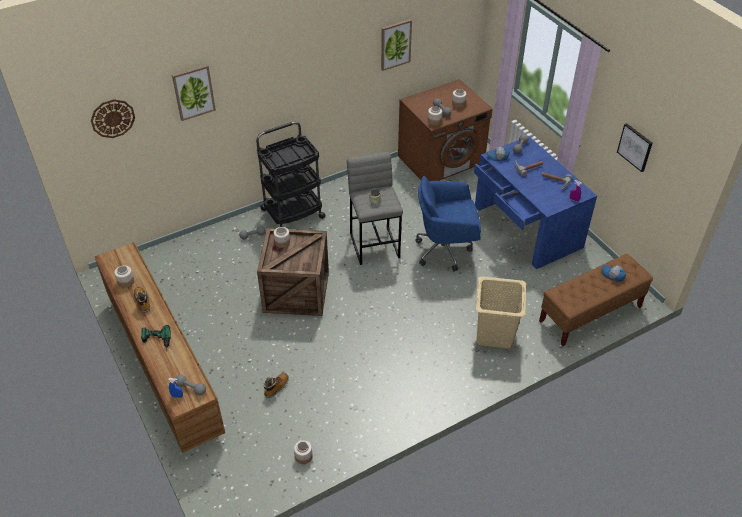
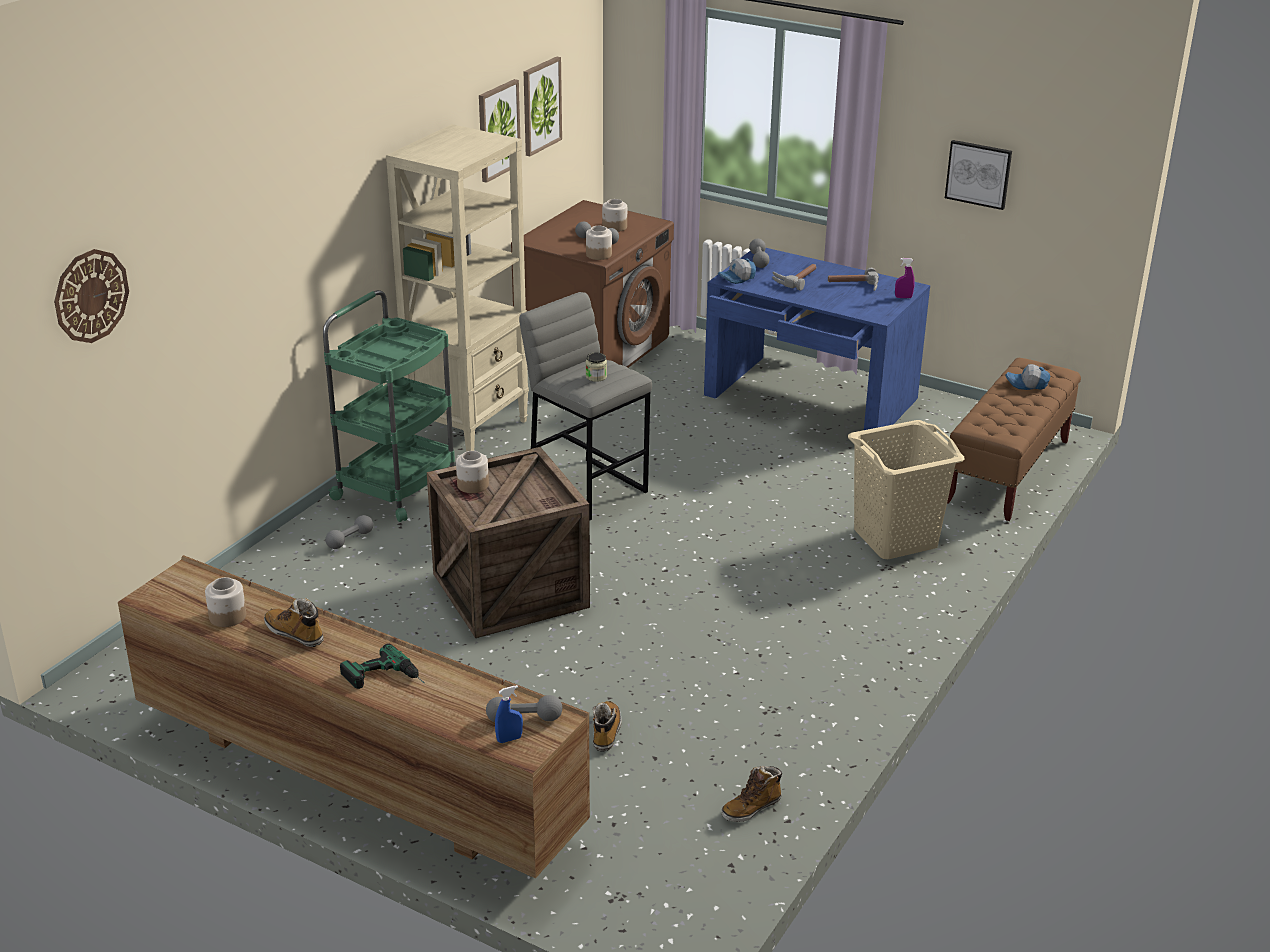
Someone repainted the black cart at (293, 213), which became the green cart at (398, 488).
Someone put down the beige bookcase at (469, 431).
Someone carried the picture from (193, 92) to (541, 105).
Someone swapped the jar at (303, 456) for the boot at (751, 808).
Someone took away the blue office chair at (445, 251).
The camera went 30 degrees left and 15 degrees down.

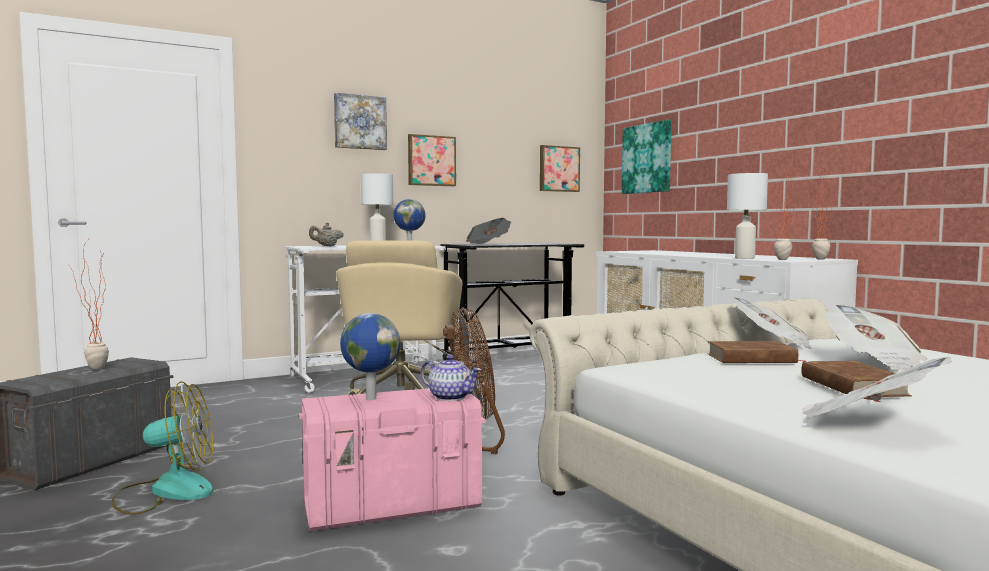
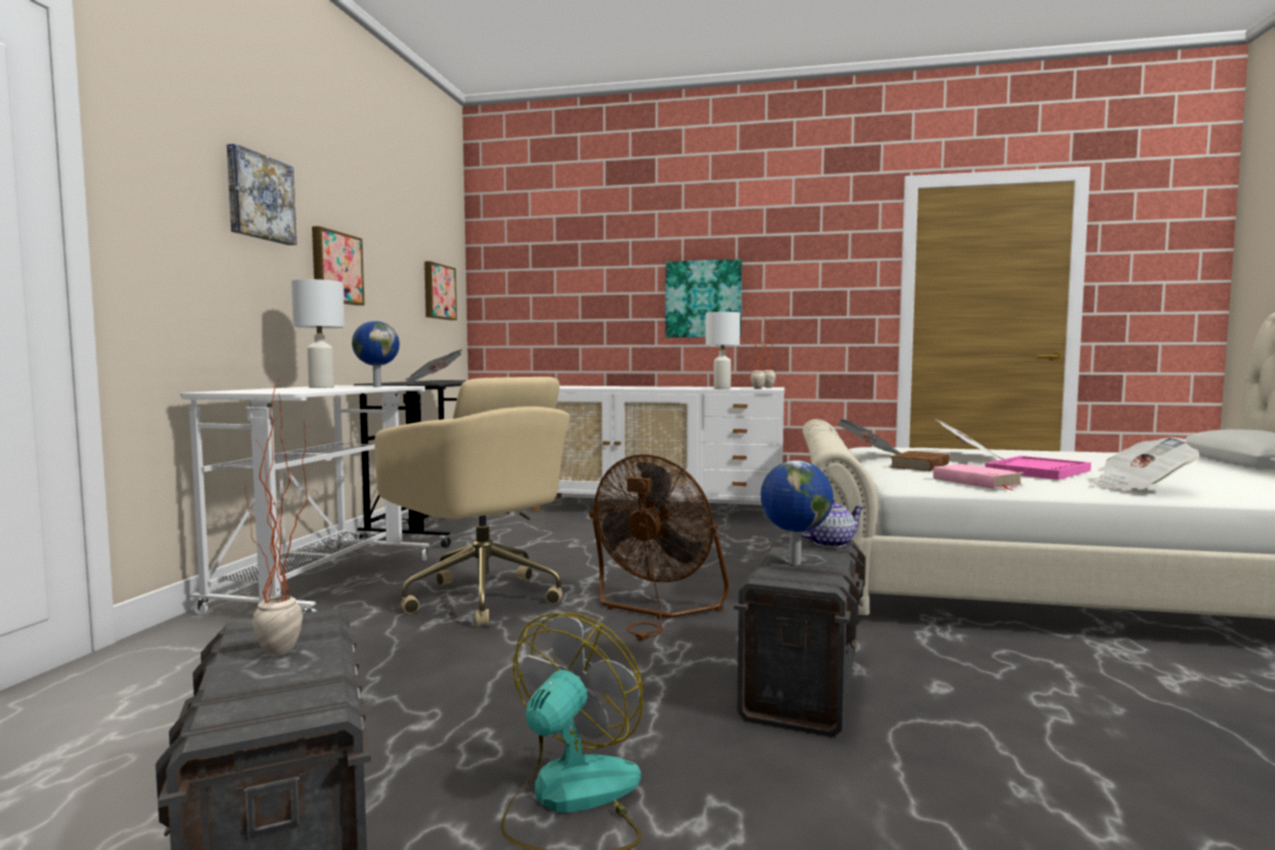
Someone carried the picture from (647, 158) to (703, 299).
Someone repainted the pink storage box at (392, 505), which became the grey storage box at (803, 682).
Someone put down the pink book at (977, 482).
Someone swapped the brown book at (852, 386) for the pink tray at (1038, 471).
Someone took away the beige teapot at (326, 246).
The camera went 50 degrees left and 0 degrees up.

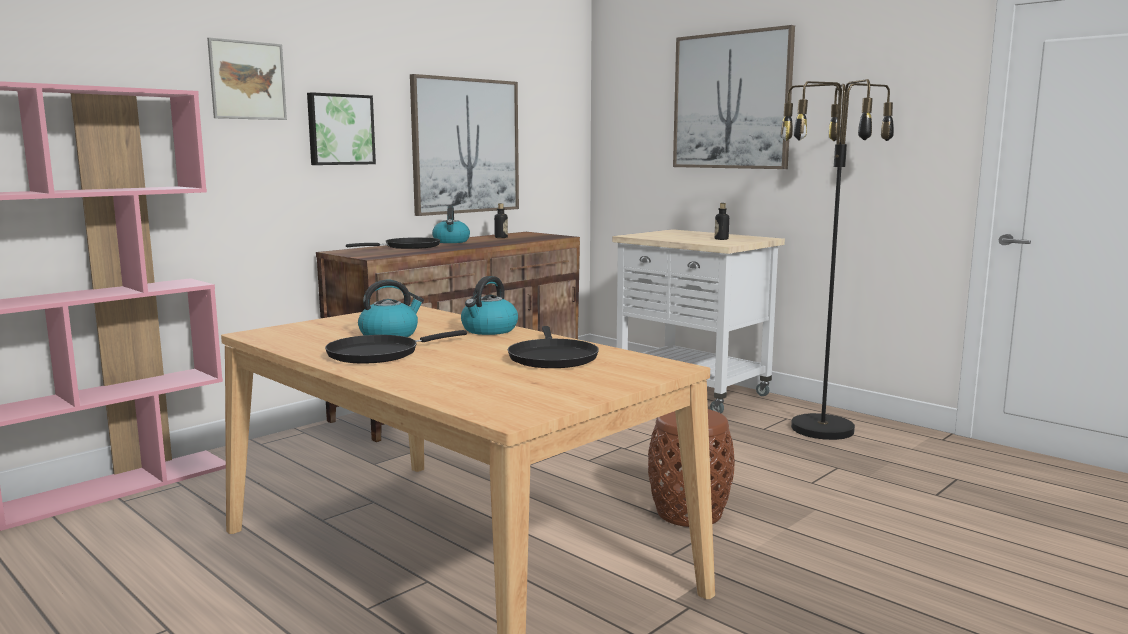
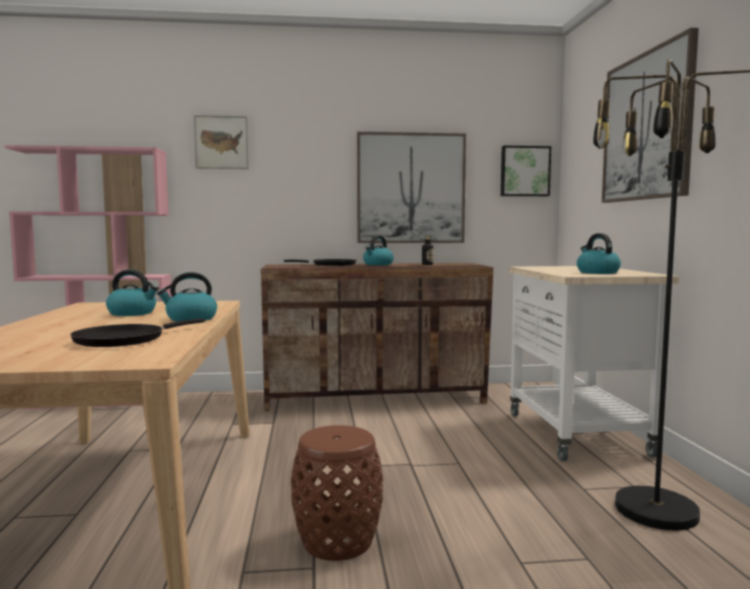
Someone carried the picture from (340, 129) to (524, 171).
Someone swapped the bottle at (721, 239) for the kettle at (597, 272).
Someone took away the black frying pan at (379, 354).
The camera went 40 degrees right and 5 degrees down.

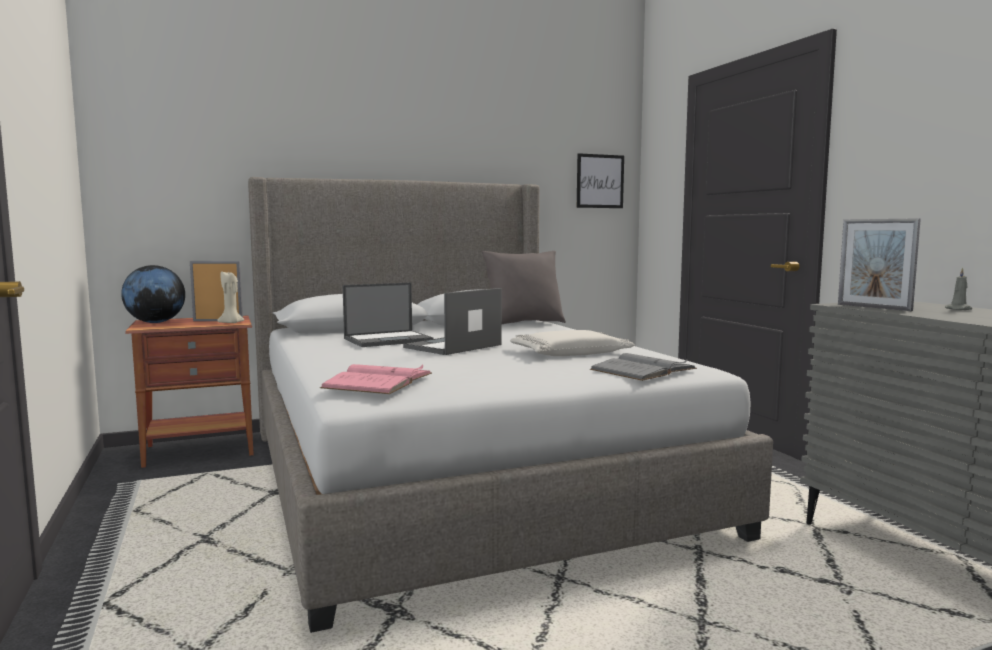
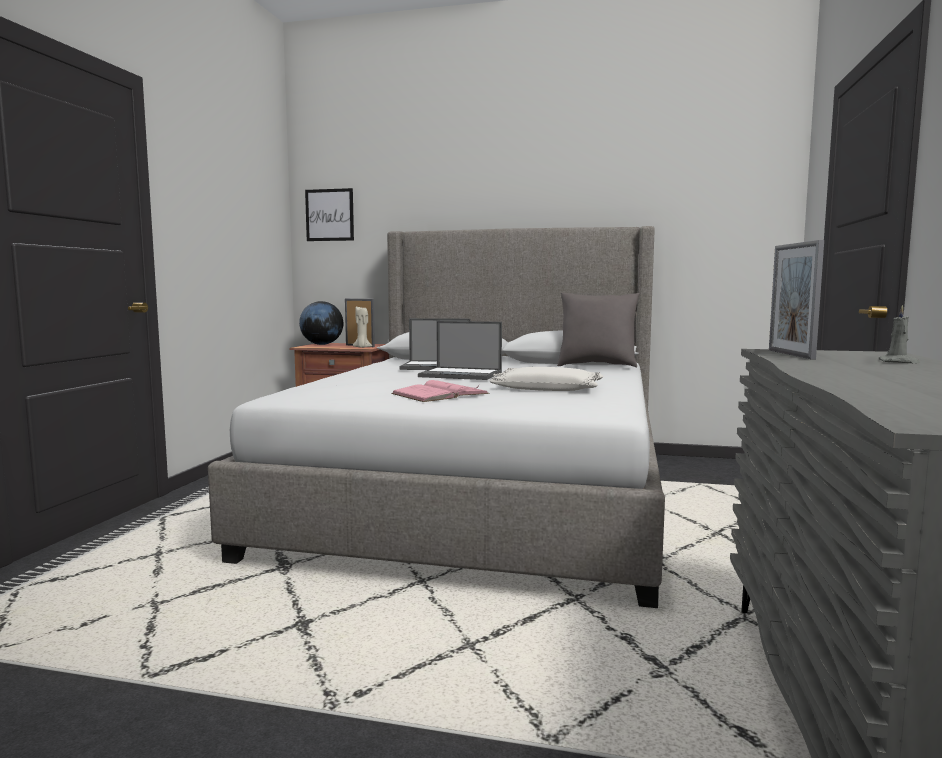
Someone carried the picture from (600, 181) to (329, 215).
Someone carried the pink book from (378, 380) to (440, 394).
Someone rotated the laptop at (452, 346) by 150 degrees counterclockwise.
Someone took away the grey book at (643, 369).
The camera went 35 degrees right and 0 degrees up.

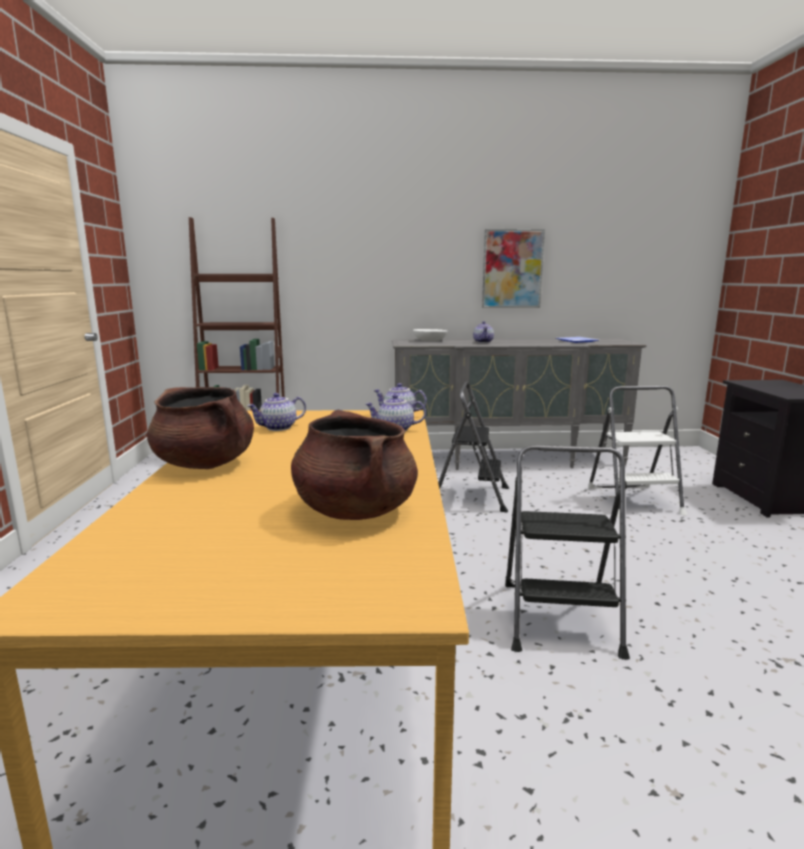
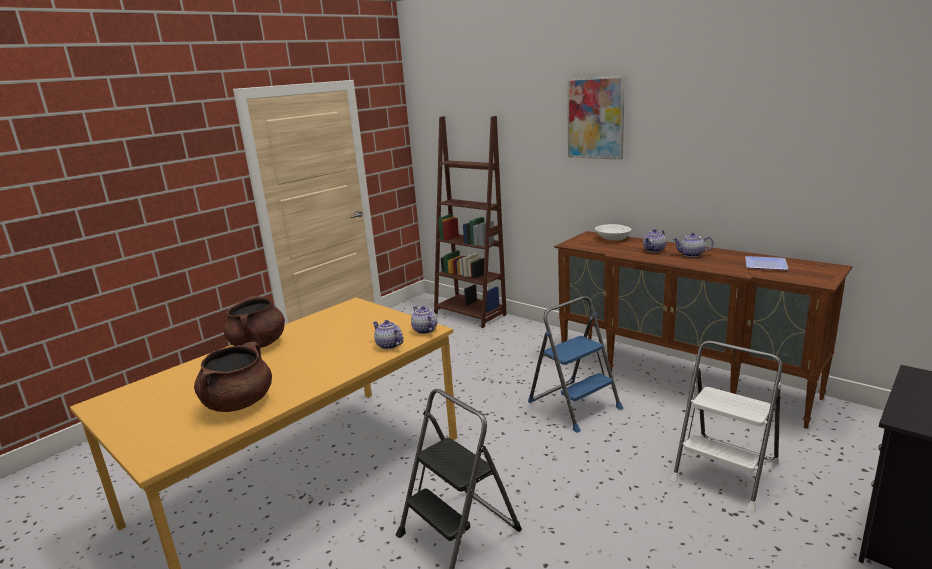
Someone repainted the black step ladder at (467, 495), which became the blue step ladder at (572, 403).
Someone repainted the grey cabinet at (508, 459), which became the brown cabinet at (680, 376).
Someone carried the picture from (512, 269) to (595, 118).
Someone carried the teapot from (278, 428) to (691, 255).
The camera went 45 degrees right and 5 degrees up.

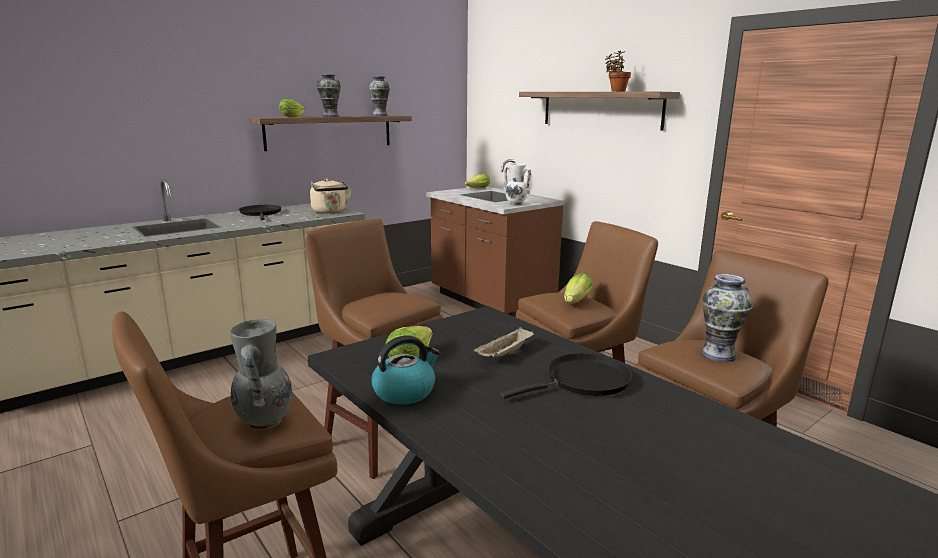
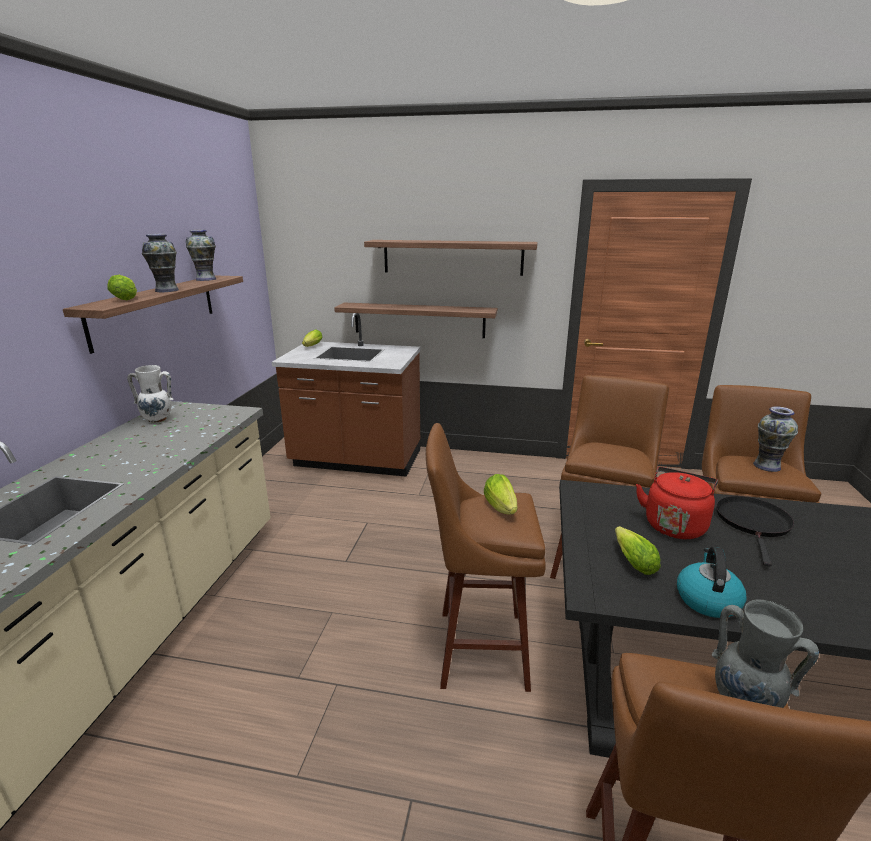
Someone carried the white vase from (516, 204) to (158, 420).
Someone put up the shelf at (419, 320).
Someone carried the lettuce from (575, 303) to (502, 508).
Someone swapped the beige tray at (505, 355) for the red kettle at (674, 524).
Someone took away the black frying pan at (261, 213).
Someone took away the beige kettle at (330, 212).
Someone took away the potted plant at (616, 91).
The camera went 40 degrees left and 5 degrees up.

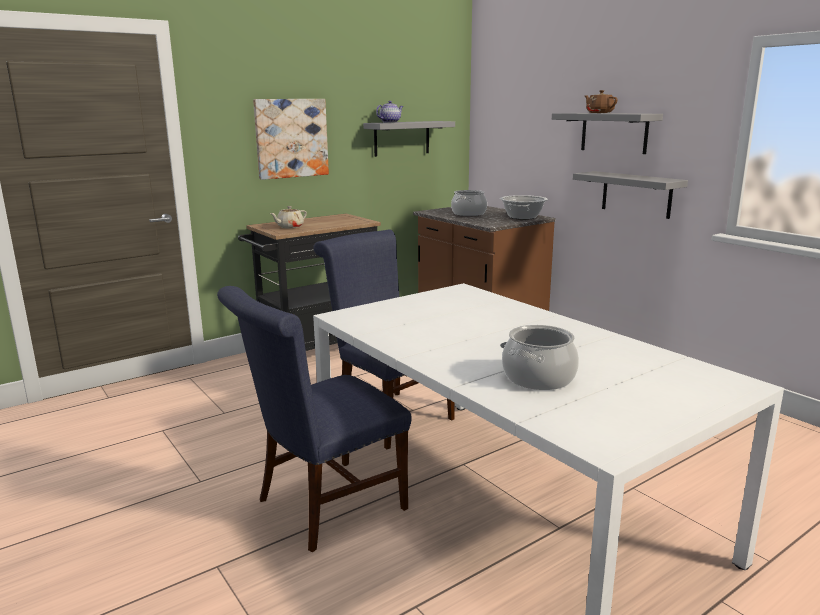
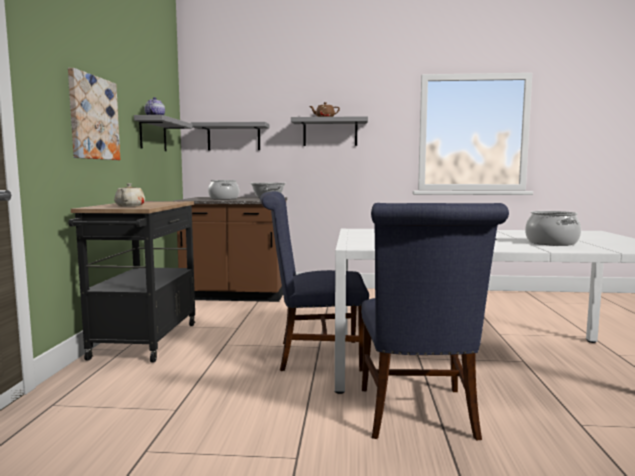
Someone carried the grey shelf from (636, 194) to (233, 137).
The camera went 50 degrees left and 10 degrees down.

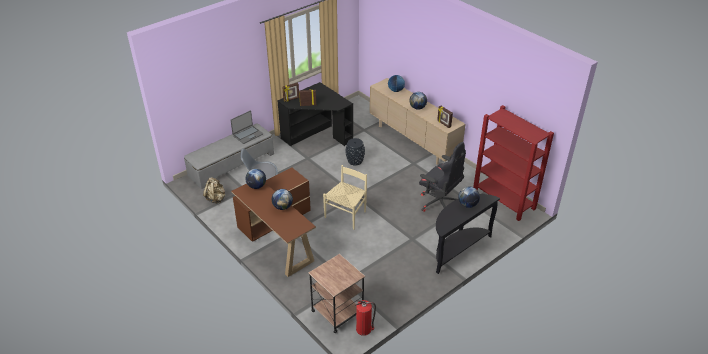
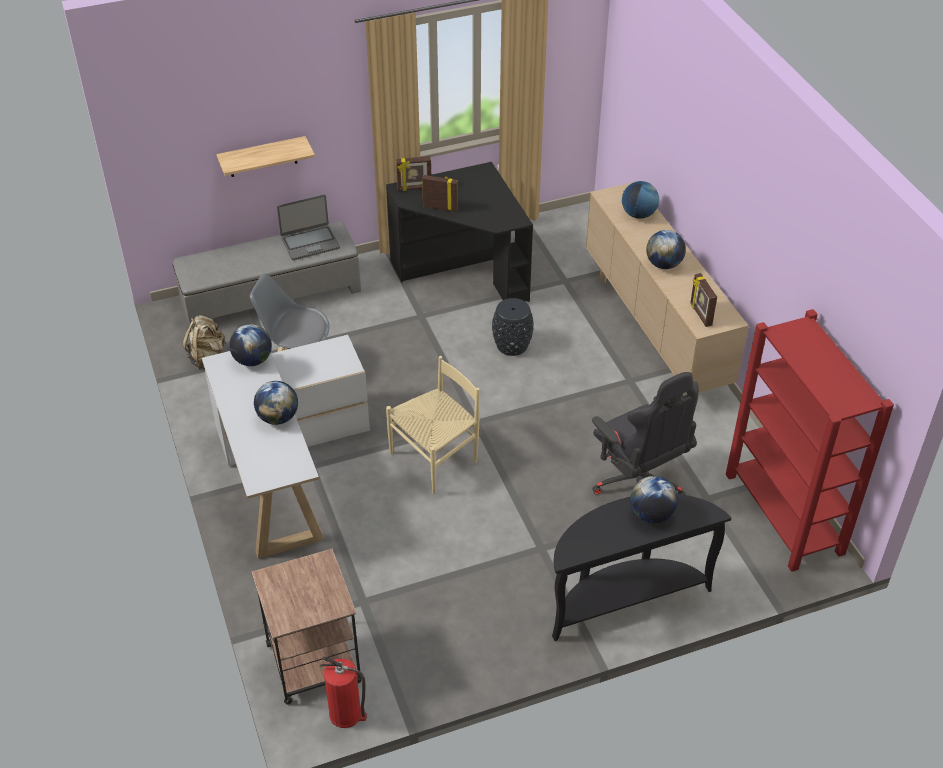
Someone repainted the brown desk at (279, 235), which became the white desk at (285, 466).
Someone put up the shelf at (262, 157).
The camera went 20 degrees right and 5 degrees up.

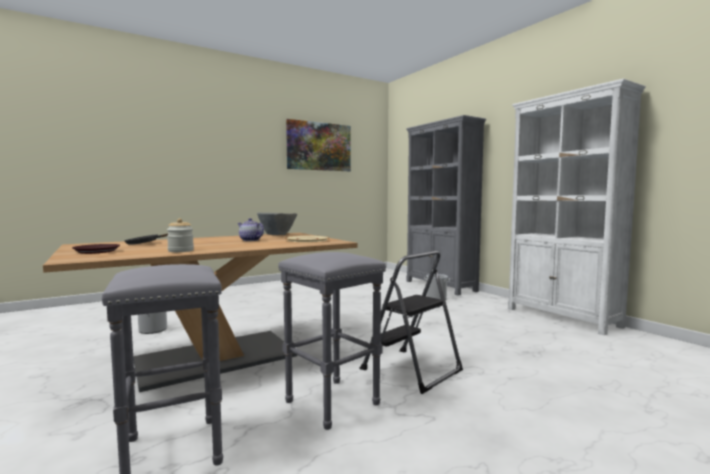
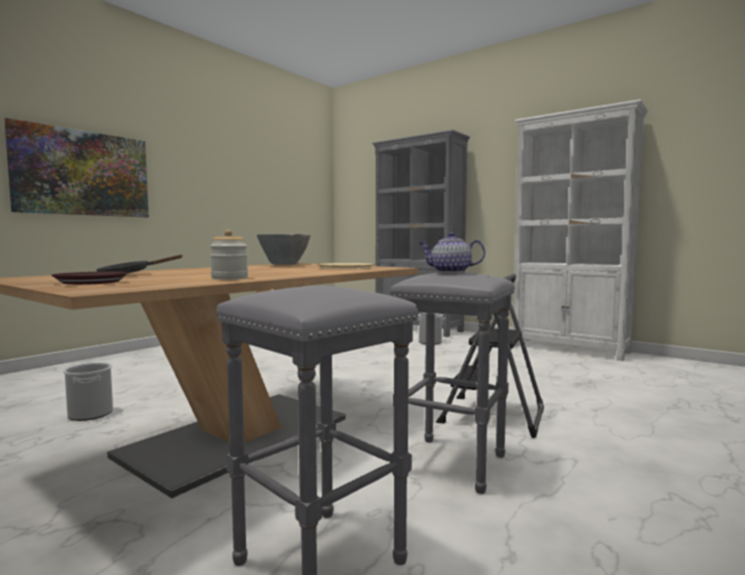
Someone carried the picture from (319, 146) to (83, 173).
Someone carried the teapot from (250, 240) to (450, 272).
The camera went 20 degrees left and 0 degrees up.

